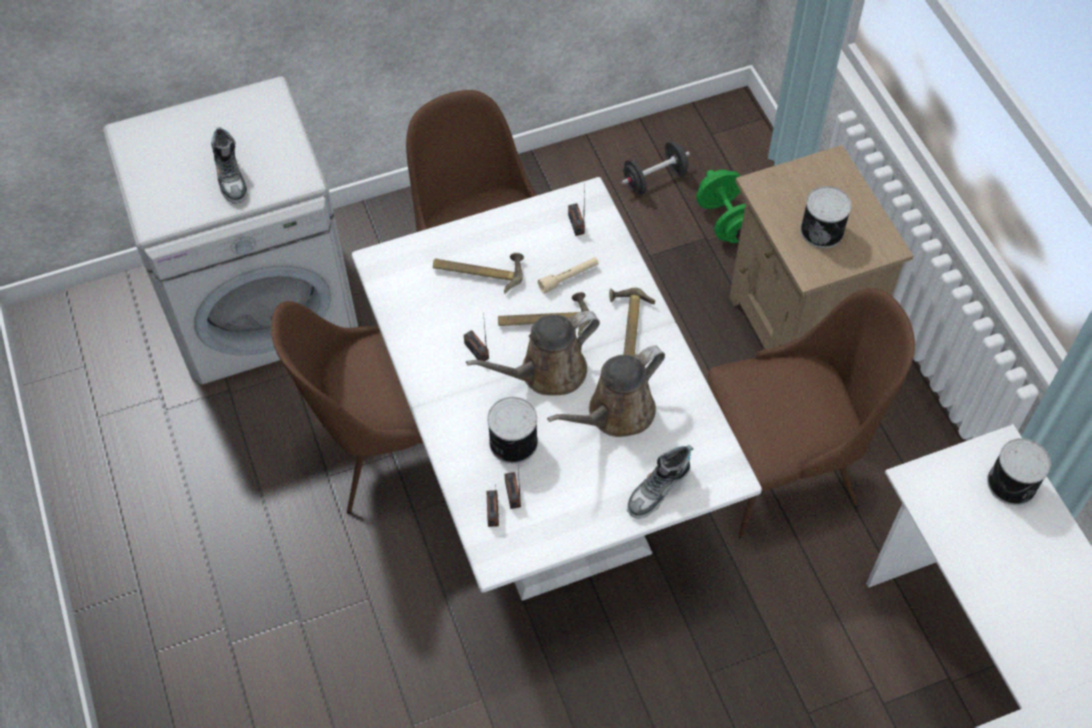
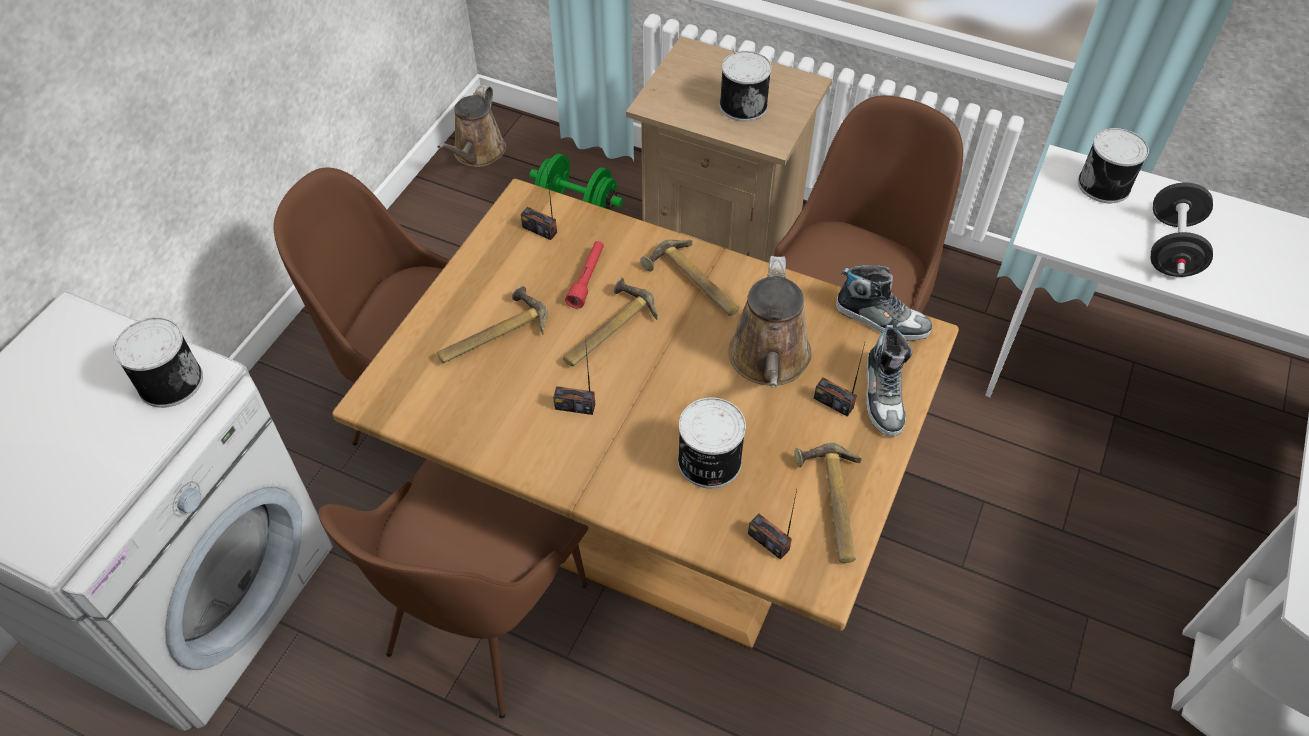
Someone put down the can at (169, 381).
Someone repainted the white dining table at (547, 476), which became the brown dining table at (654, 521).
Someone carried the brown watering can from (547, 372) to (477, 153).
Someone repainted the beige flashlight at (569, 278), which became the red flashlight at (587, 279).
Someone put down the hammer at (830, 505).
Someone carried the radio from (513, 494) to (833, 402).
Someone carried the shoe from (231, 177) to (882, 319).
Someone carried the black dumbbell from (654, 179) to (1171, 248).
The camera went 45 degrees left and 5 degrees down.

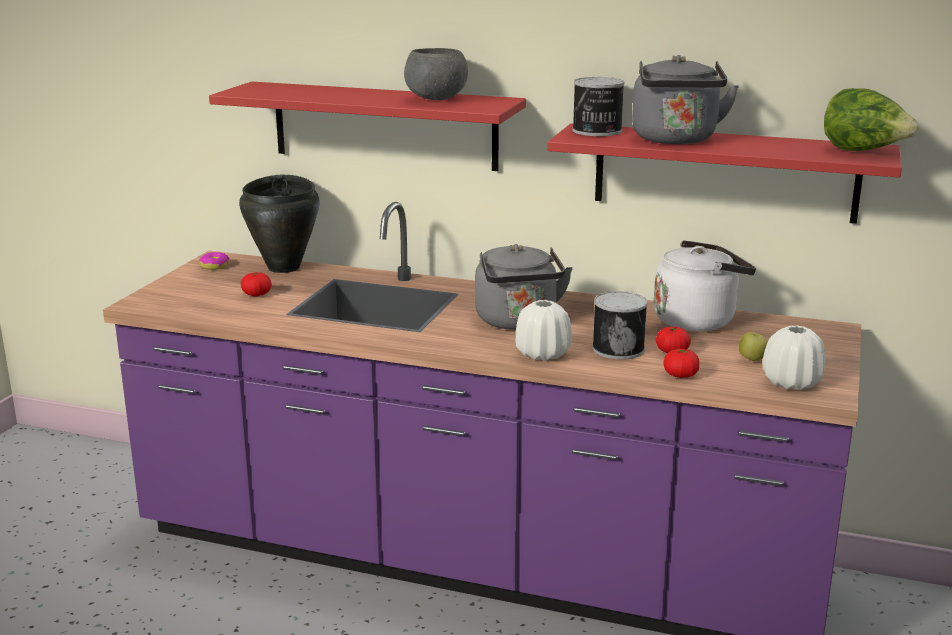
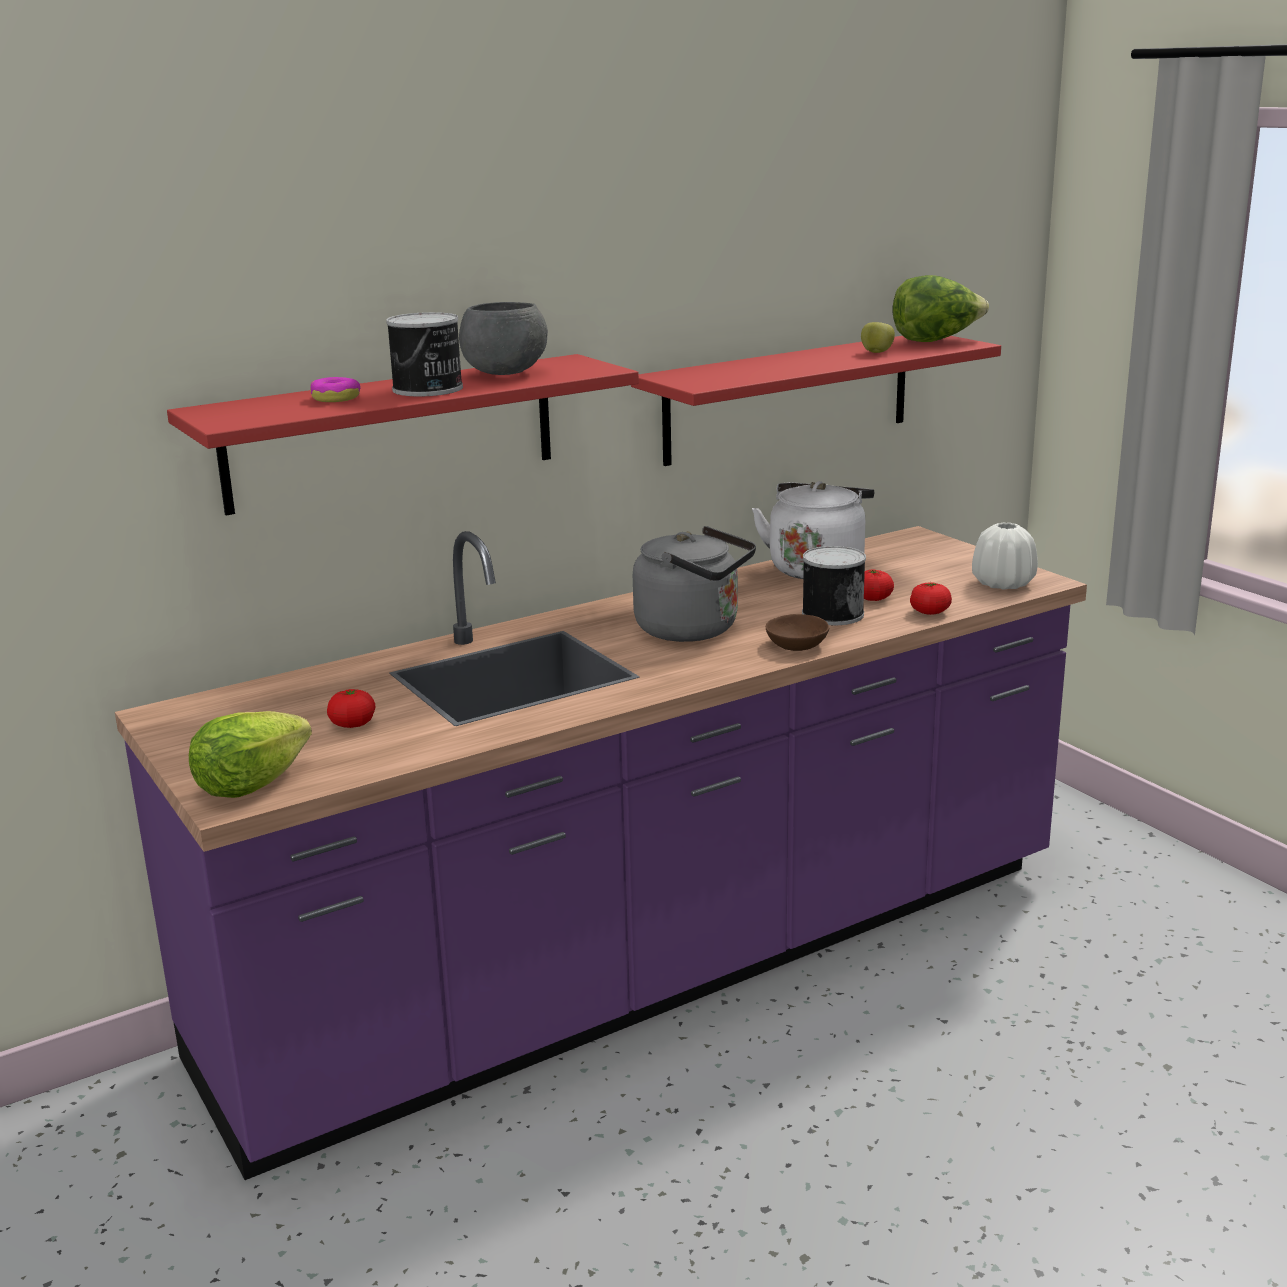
Someone put down the lettuce at (250, 785).
Someone carried the donut from (215, 266) to (336, 398).
Someone carried the can from (596, 131) to (428, 389).
Someone swapped the white vase at (542, 354) for the brown bowl at (794, 644).
Someone carried the apple from (752, 360) to (877, 352).
Someone took away the black cooking pot at (284, 267).
Someone took away the grey kettle at (676, 140).
The camera went 50 degrees left and 0 degrees up.

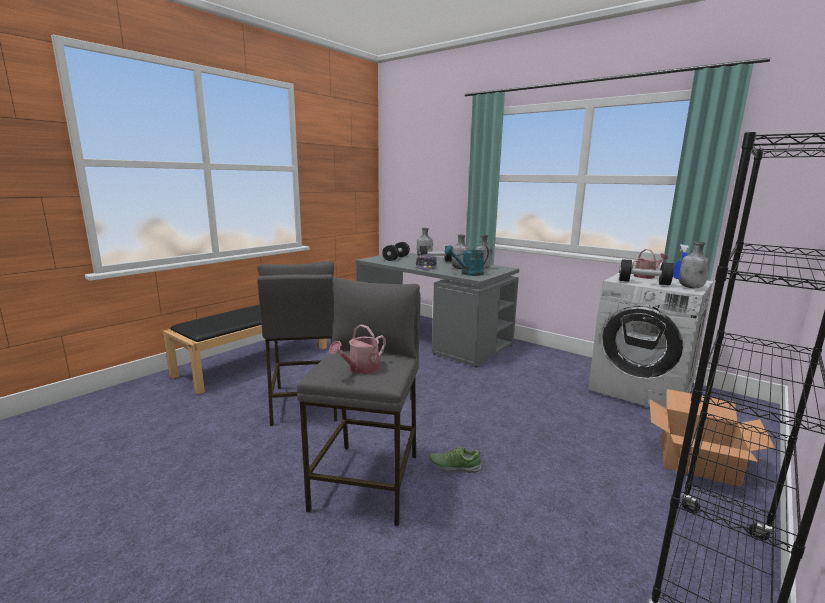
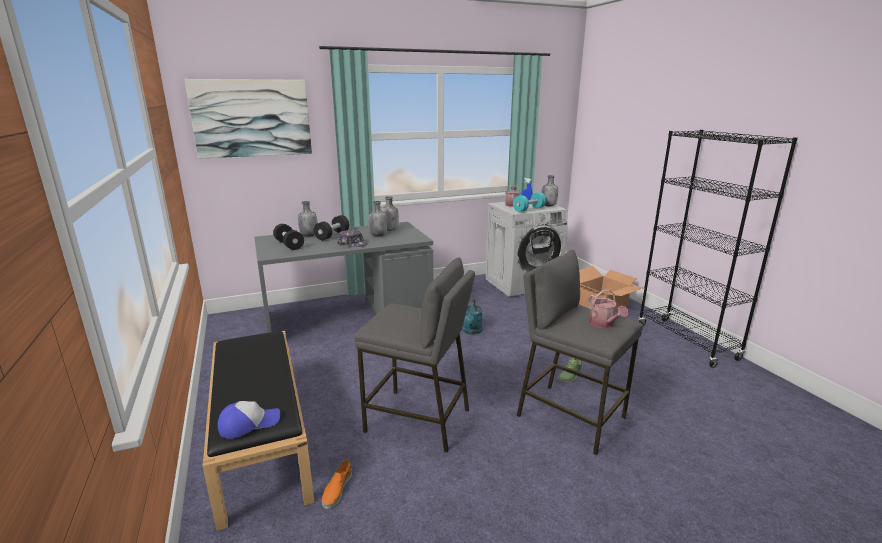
Someone put up the picture at (252, 118).
Someone put down the cap at (249, 424).
Someone put down the orange shoe at (337, 489).
Someone carried the turquoise watering can from (468, 274) to (471, 331).
Someone repainted the black dumbbell at (643, 282), which became the turquoise dumbbell at (529, 209).
The camera went 60 degrees left and 5 degrees up.

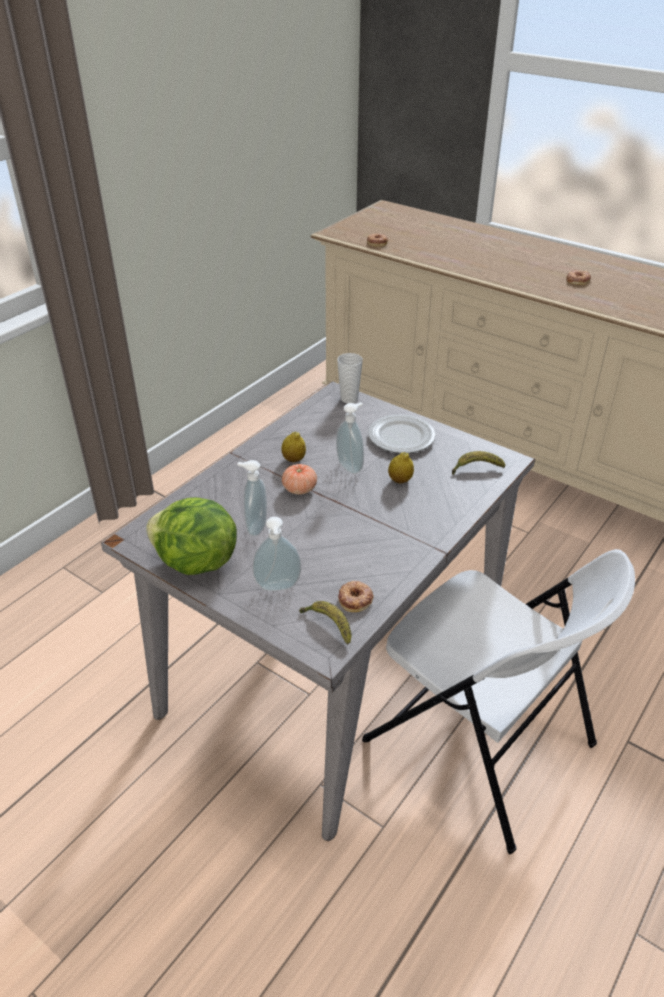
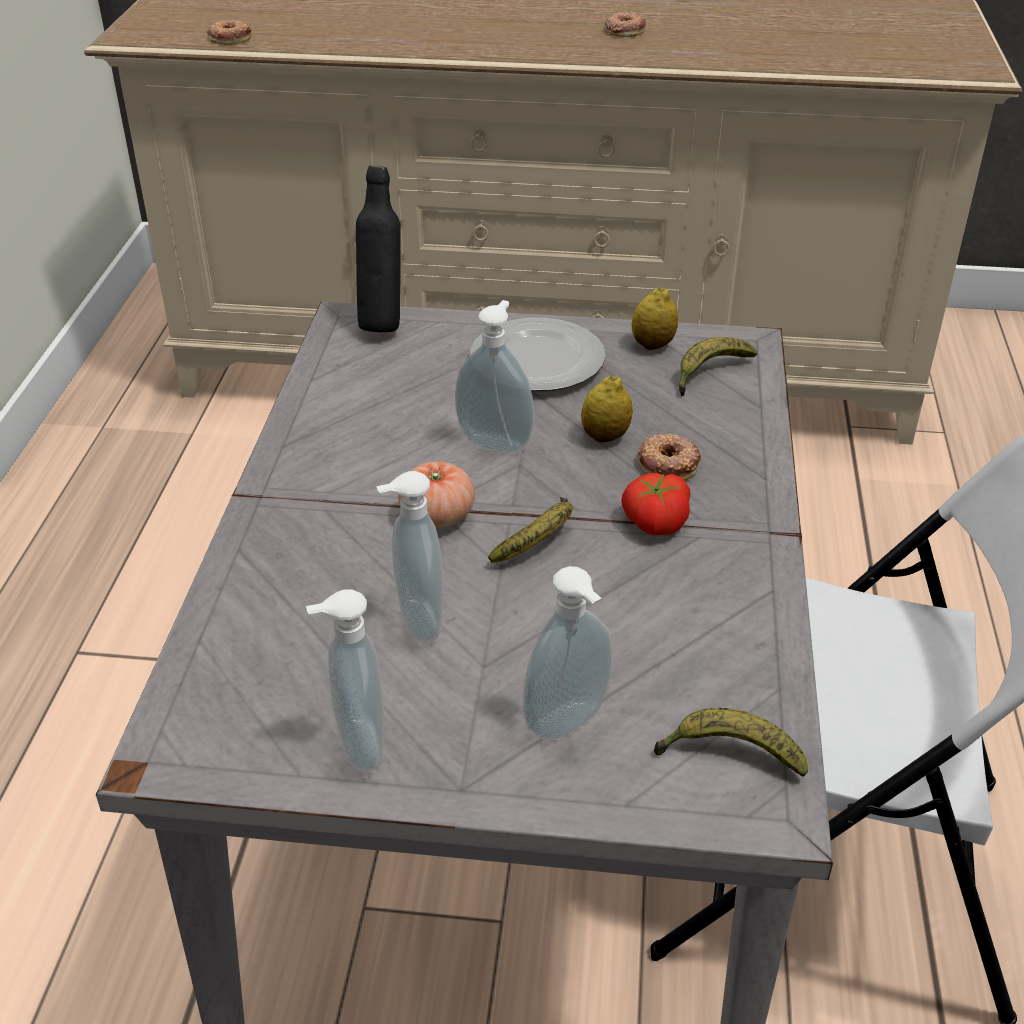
Someone swapped the lettuce at (195, 563) for the soap dispenser at (356, 746).
Someone swapped the cup at (349, 399) for the black bottle at (382, 323).
Someone put down the banana at (539, 541).
Someone put down the tomato at (654, 522).
Someone carried the lemon from (294, 459) to (652, 345).
Someone carried the donut from (355, 599) to (668, 463).
The camera went 30 degrees left and 0 degrees up.

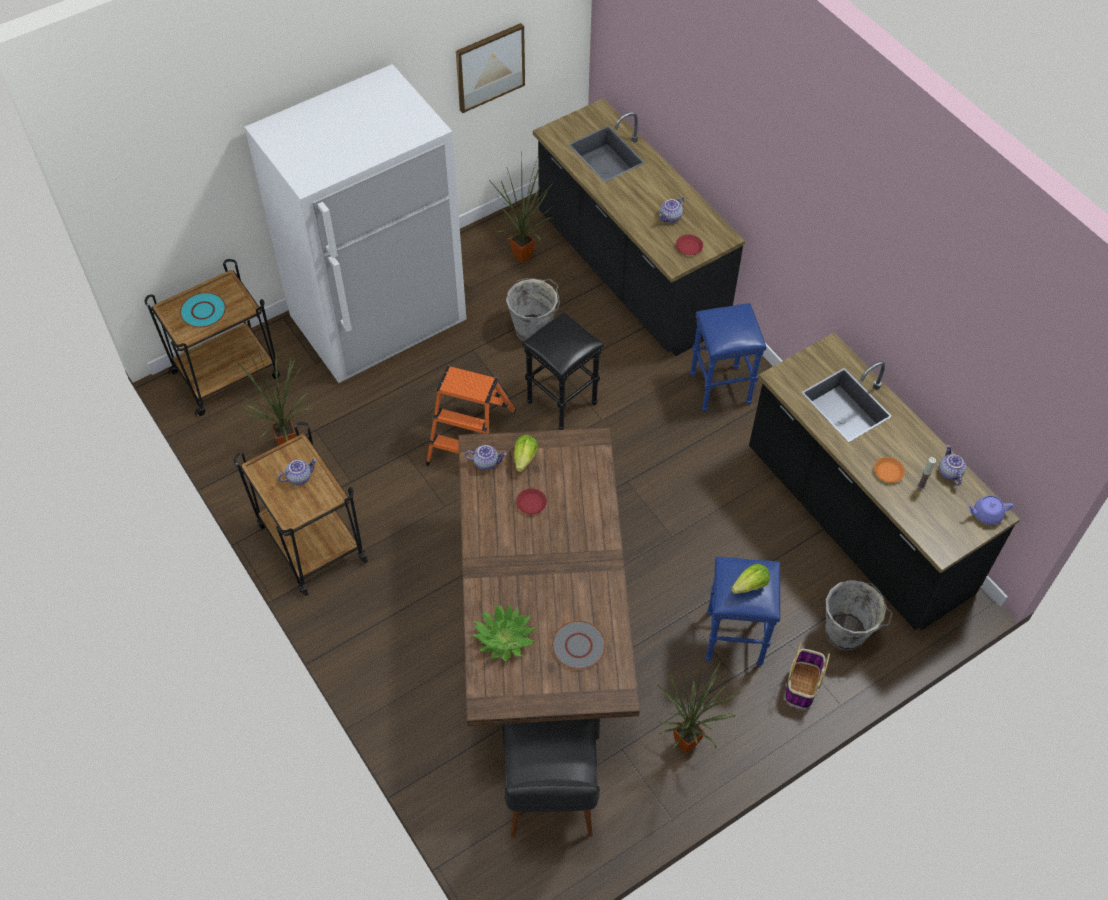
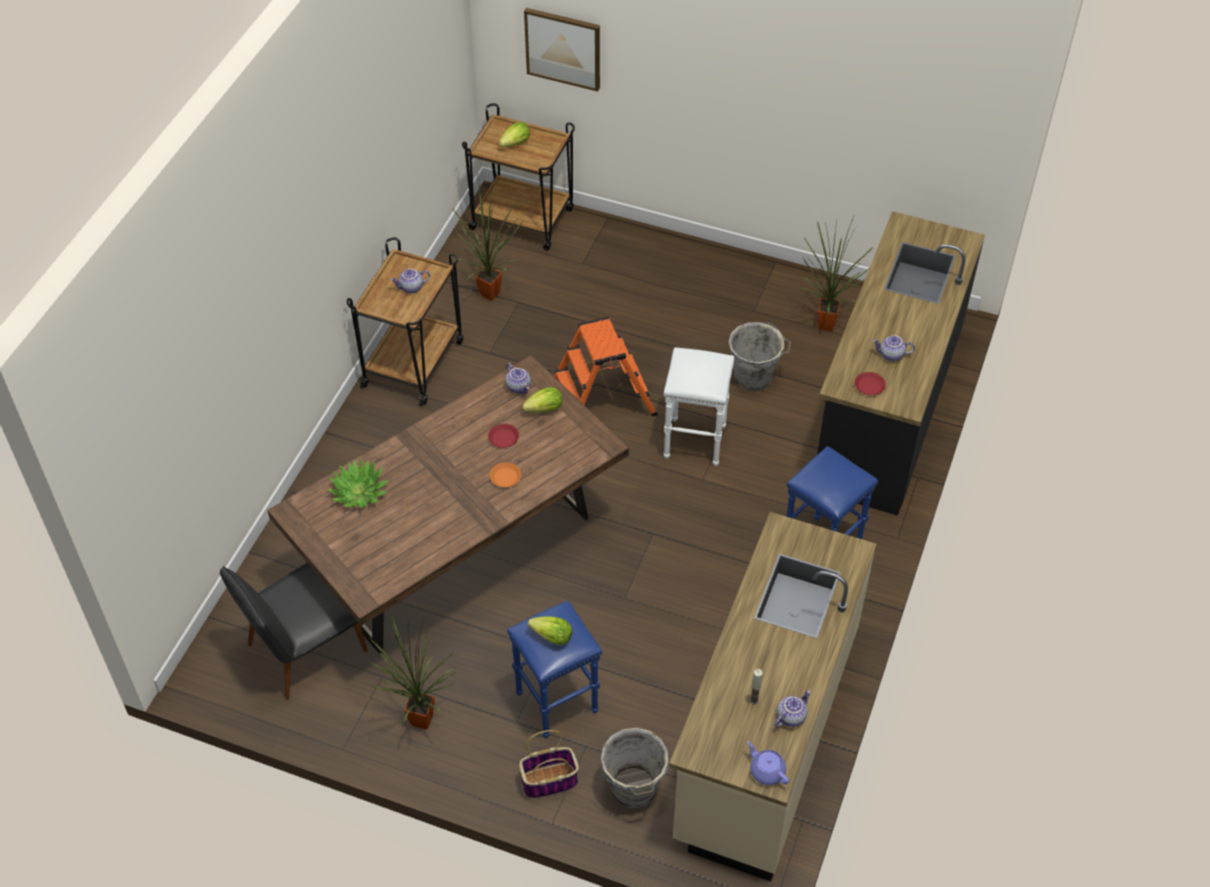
Someone rotated the teapot at (299, 477) by 135 degrees clockwise.
Someone carried the orange plate from (888, 471) to (505, 477).
Someone swapped the turquoise plate at (203, 311) for the lettuce at (516, 143).
Someone carried the picture from (489, 67) to (563, 48).
Someone repainted the black stool at (562, 403), which became the white stool at (693, 442).
Someone repainted the black counter at (856, 523), which became the beige counter at (764, 735).
Someone took away the white fridge at (379, 317).
Someone took away the grey plate at (578, 646).
The camera went 55 degrees right and 5 degrees down.

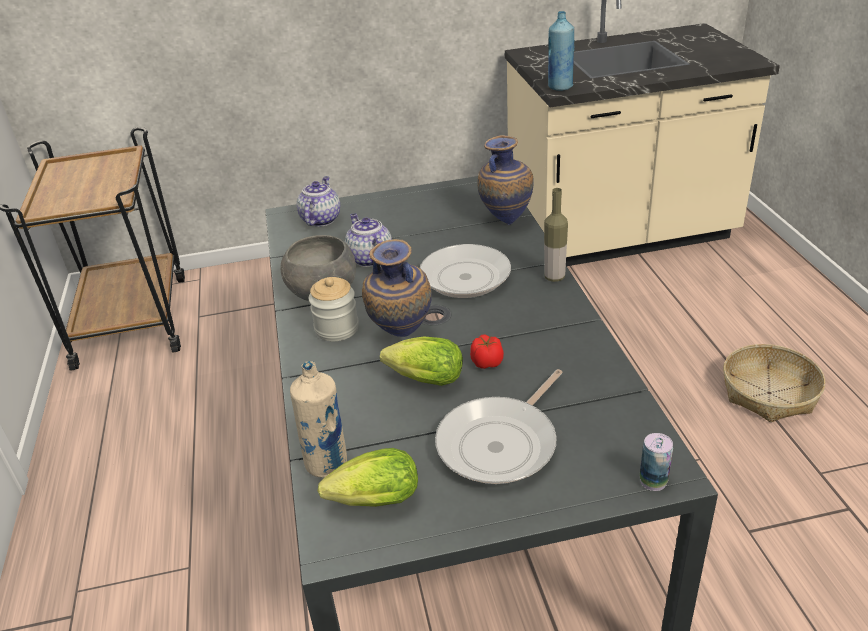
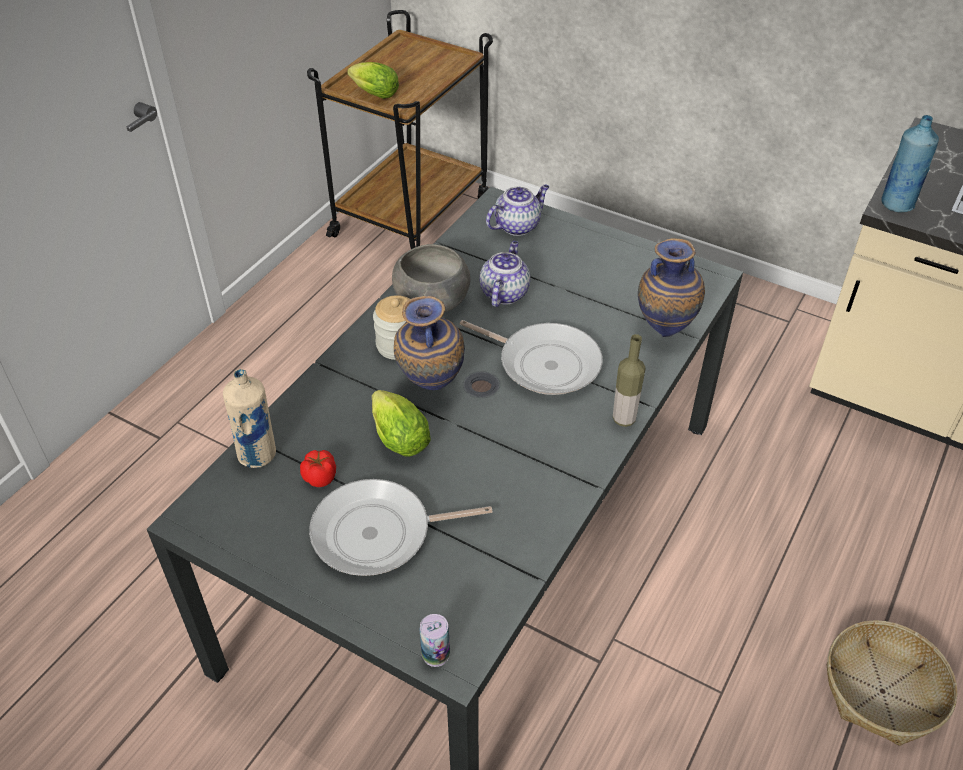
Someone carried the tomato from (486, 362) to (320, 477).
Someone carried the lettuce from (370, 502) to (372, 94).
The camera went 40 degrees right and 10 degrees up.

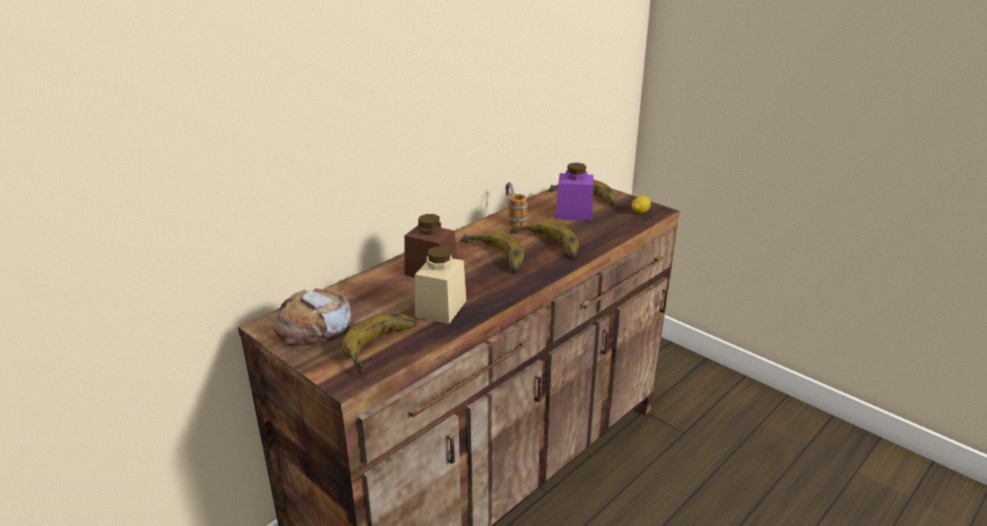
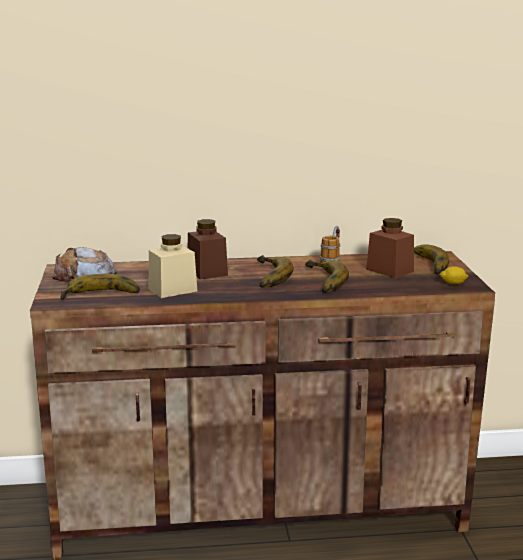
Someone repainted the purple jar at (574, 213), which became the brown jar at (390, 270).
The camera went 40 degrees right and 10 degrees down.

